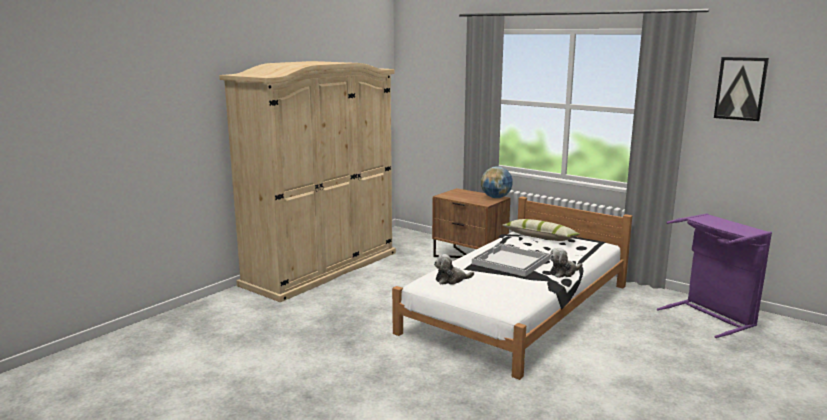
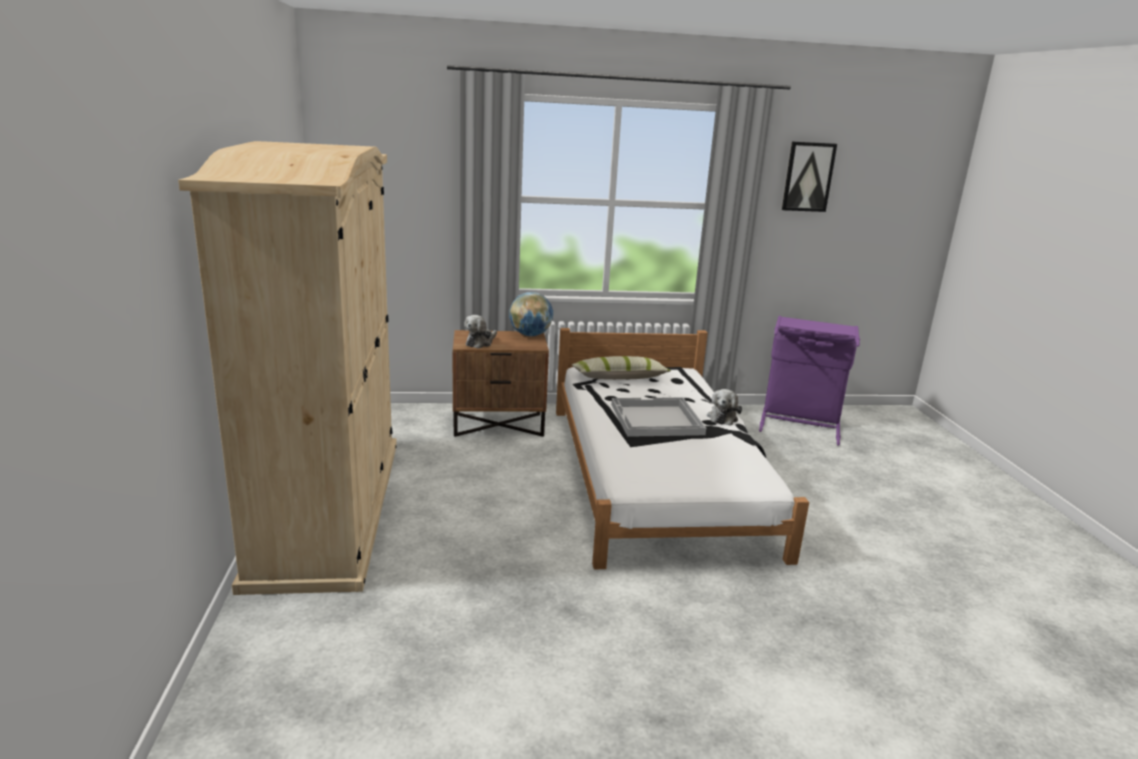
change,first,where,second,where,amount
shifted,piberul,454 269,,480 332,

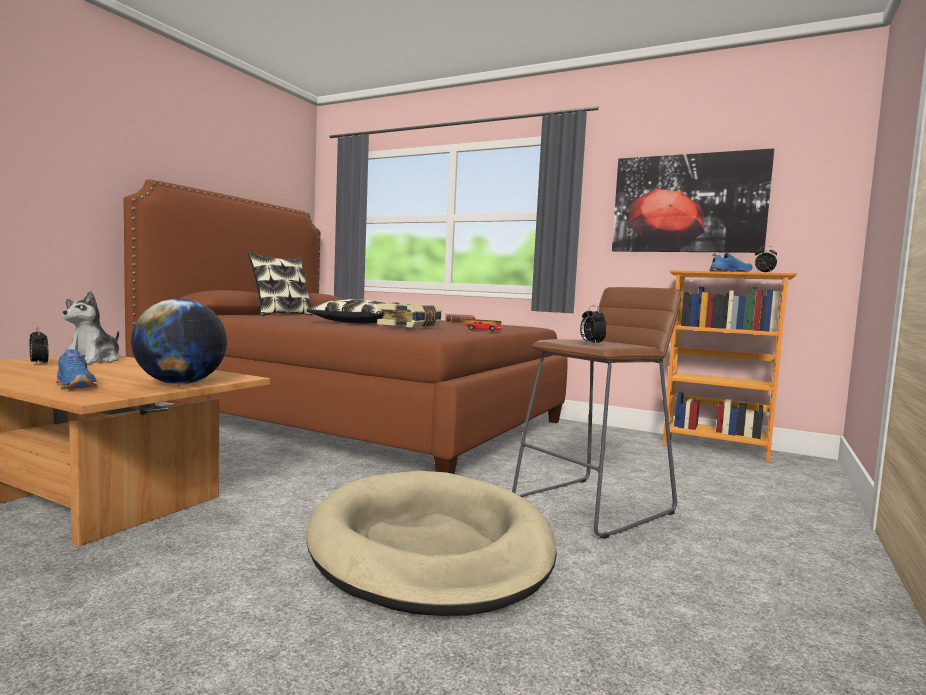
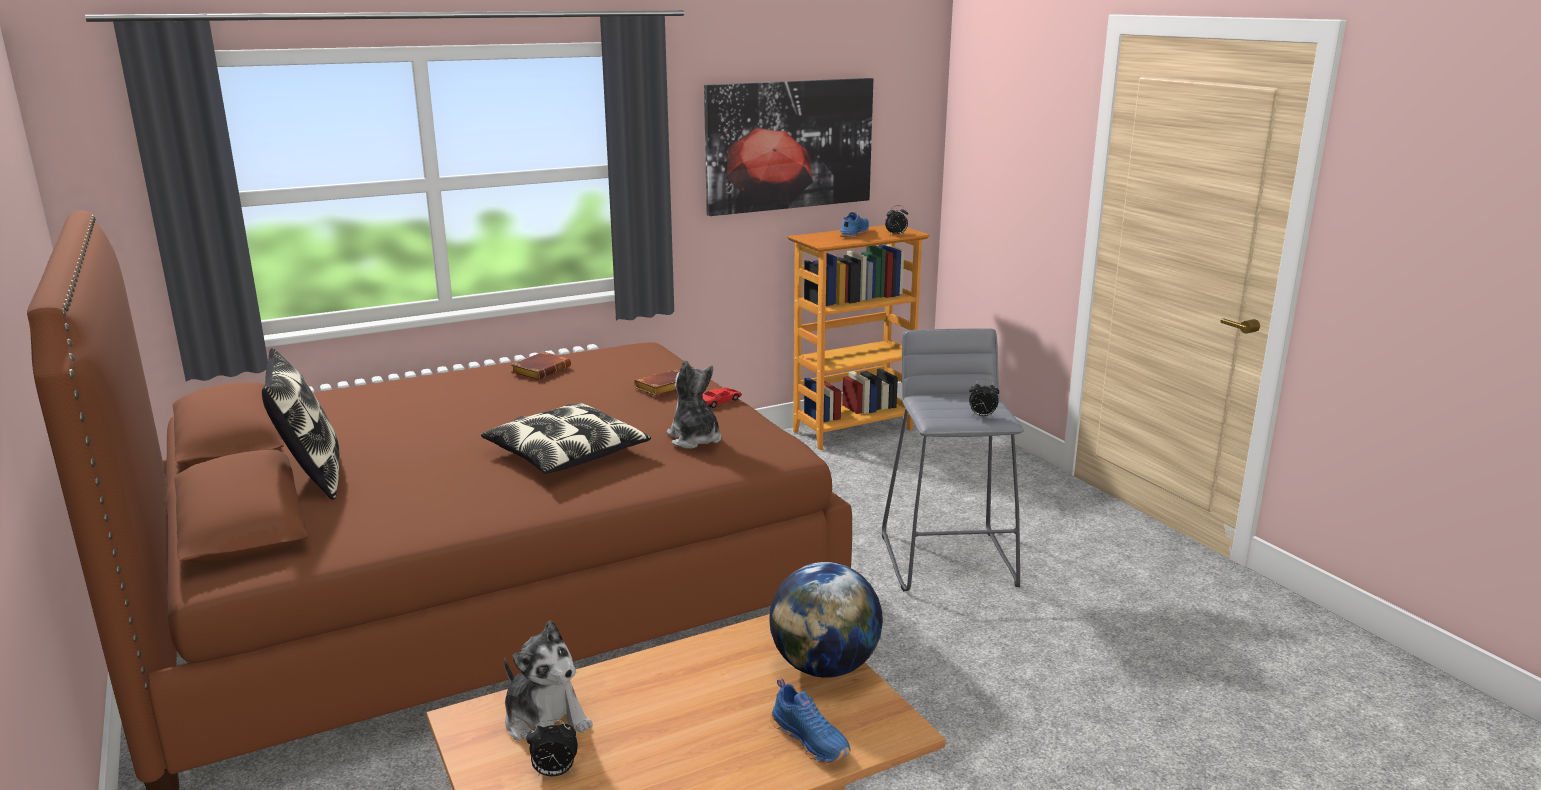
change,first,where,second,where,amount
gone,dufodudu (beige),431 543,,,
swapped,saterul,409 315,piberul,694 404,
repainted,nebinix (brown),597 413,nebinix (grey),953 459,
rotated,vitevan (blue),77 369,,811 720,60 degrees clockwise

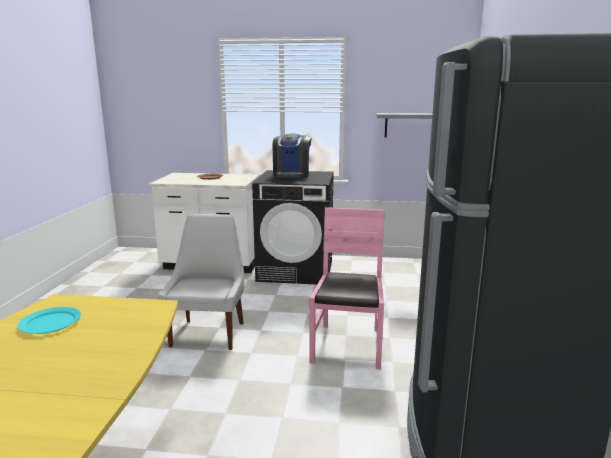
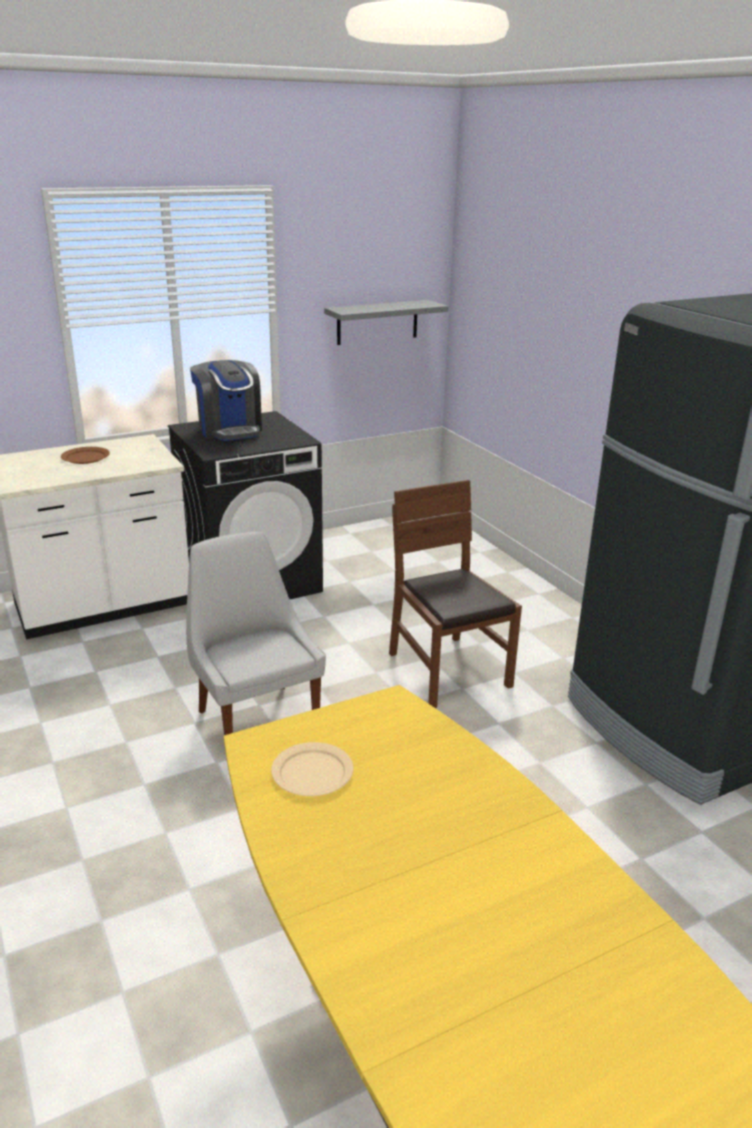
change,first,where,second,where,amount
repainted,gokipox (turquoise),49 320,gokipox (beige),312 769,
repainted,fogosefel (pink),347 288,fogosefel (brown),455 594,

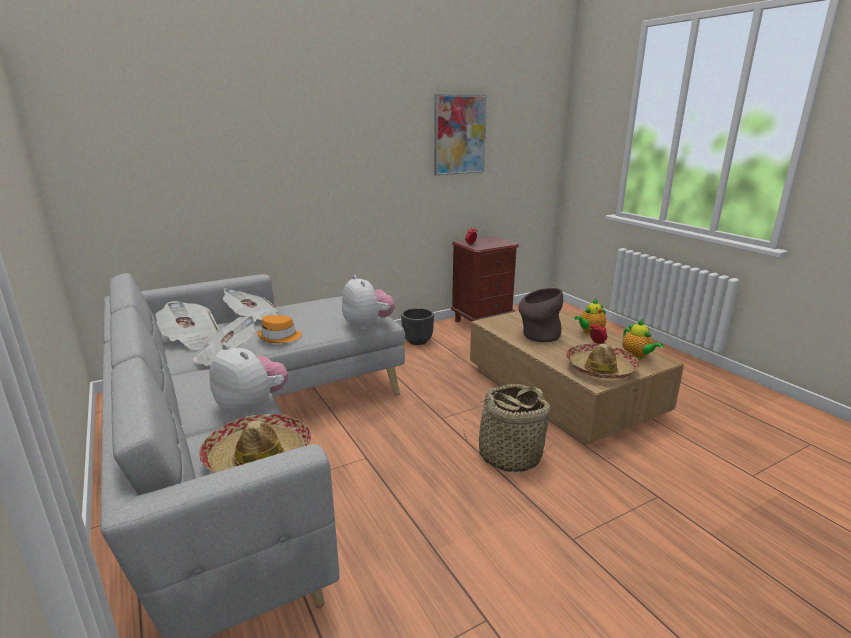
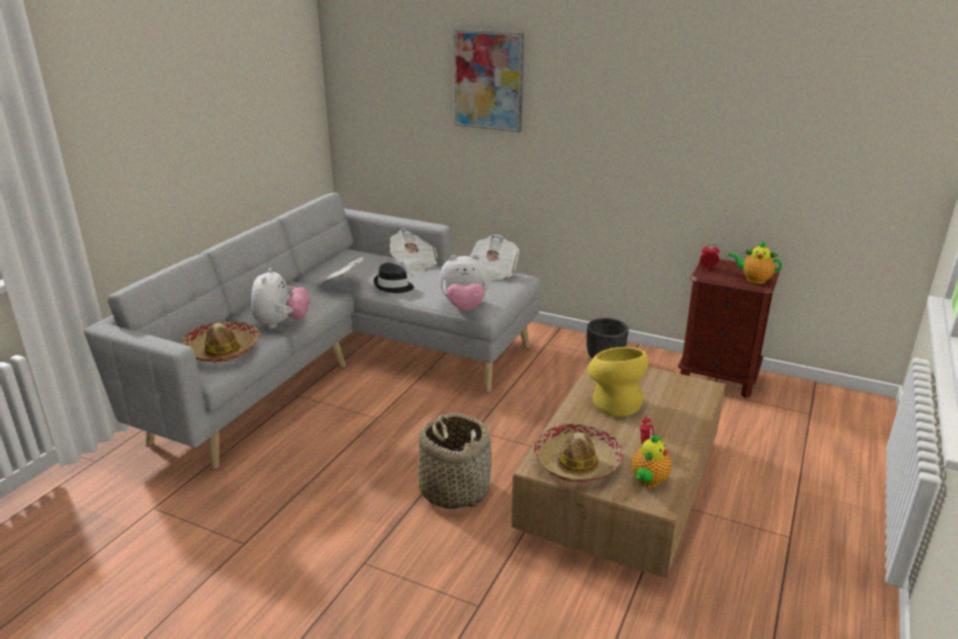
change,first,where,second,where,amount
shifted,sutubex,187 325,,495 258,
shifted,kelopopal,460 135,,489 80,
shifted,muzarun,590 316,,755 262,
repainted,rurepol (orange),279 329,rurepol (black),394 278,
repainted,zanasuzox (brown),540 315,zanasuzox (yellow),618 382,
rotated,piberul,368 302,,464 283,60 degrees clockwise

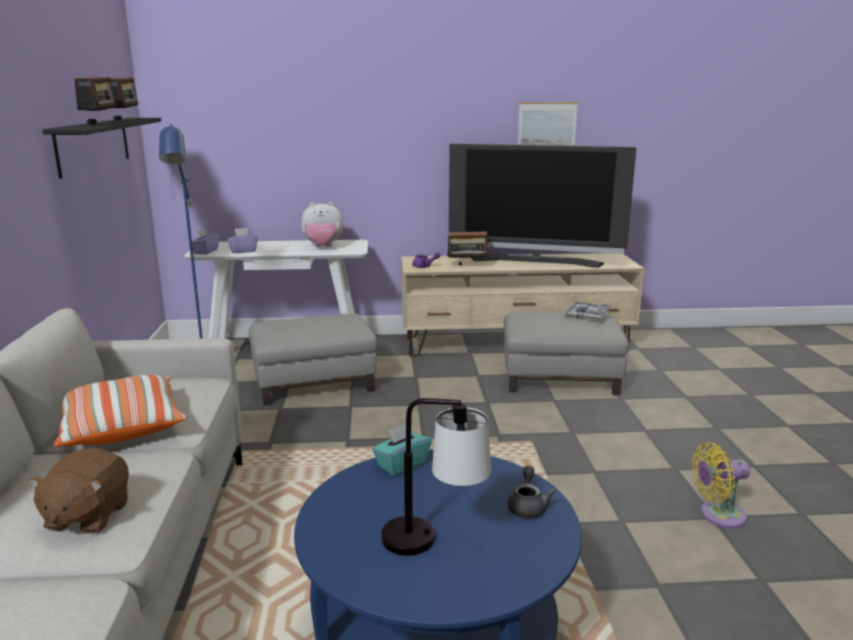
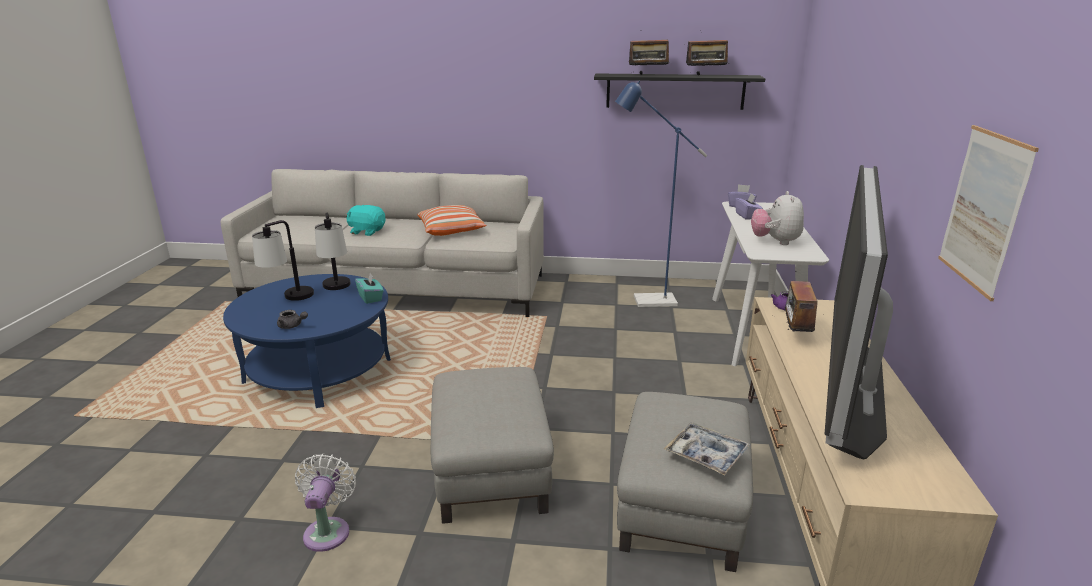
change,first,where,second,where,amount
new,,,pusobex,332 251,
shifted,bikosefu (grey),313 359,,492 445,
repainted,piberul (brown),78 491,piberul (turquoise),366 220,
repainted,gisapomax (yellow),721 485,gisapomax (white),325 502,

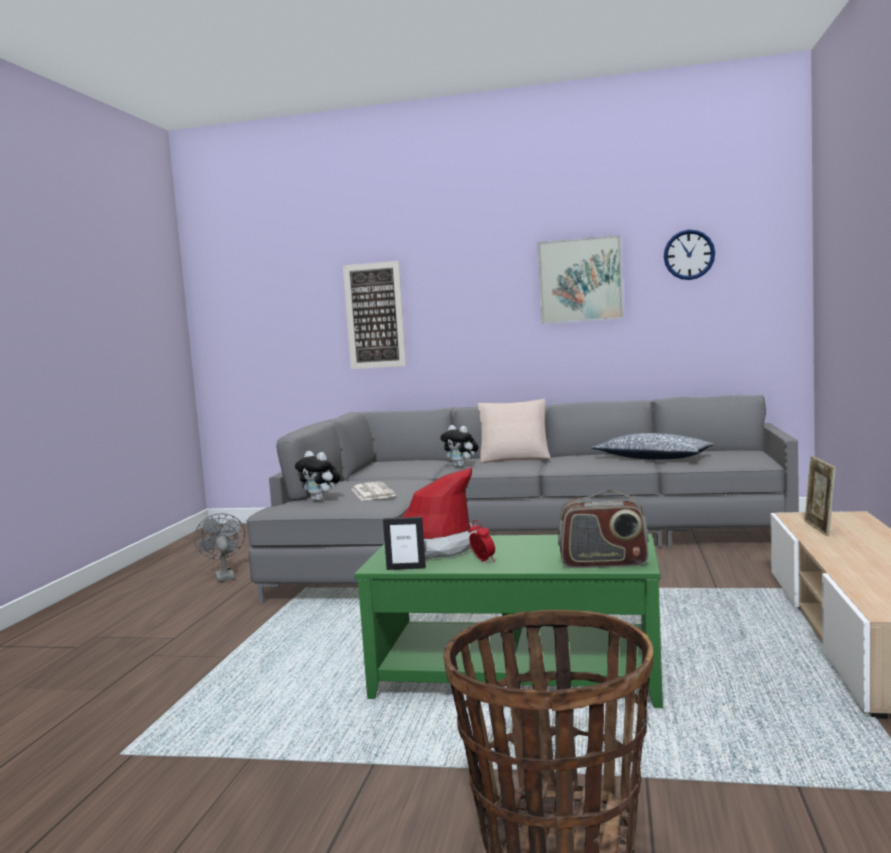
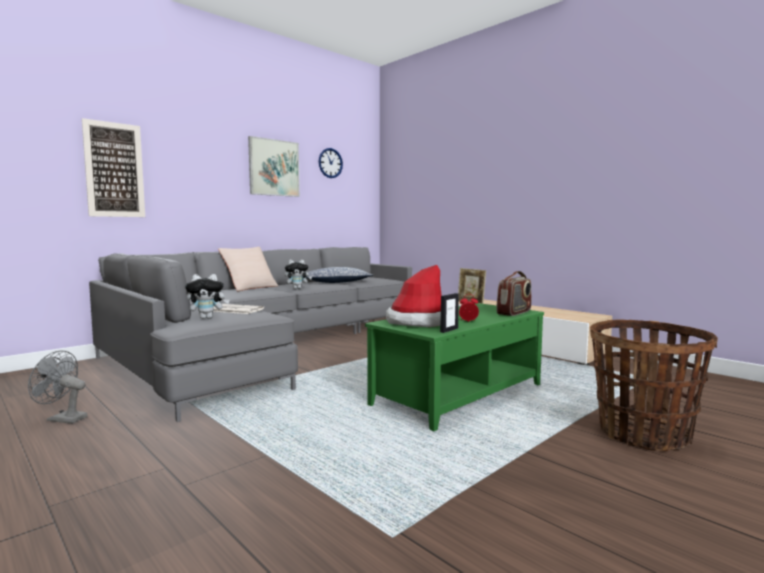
change,first,where,second,where,amount
shifted,piberul,459 446,,298 274,

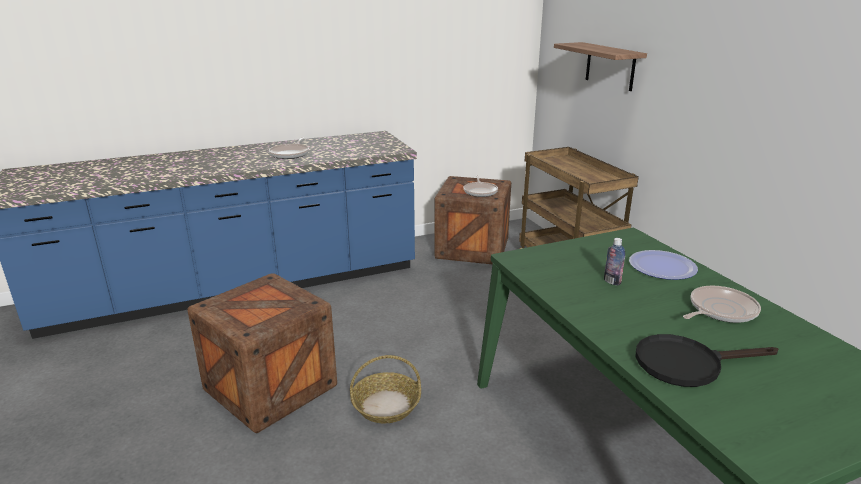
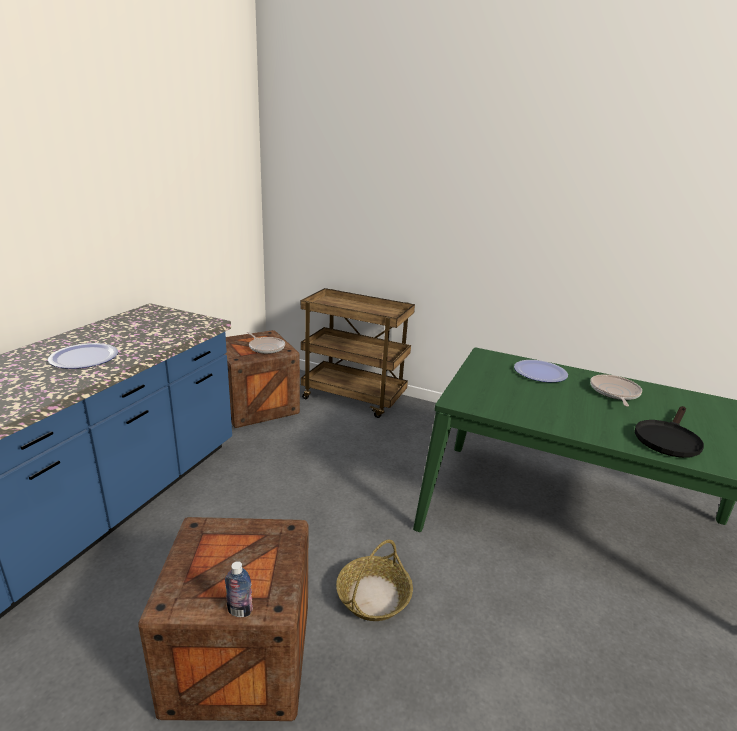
change,first,where,second,where,amount
gone,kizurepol,600 66,,,
shifted,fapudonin,614 262,,239 589,
swapped,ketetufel,289 148,gokipox,83 356,

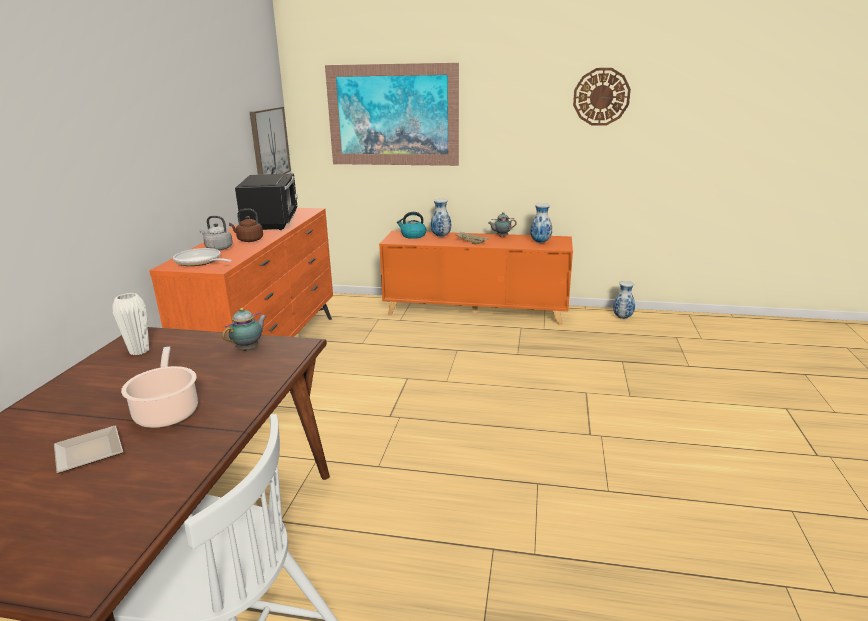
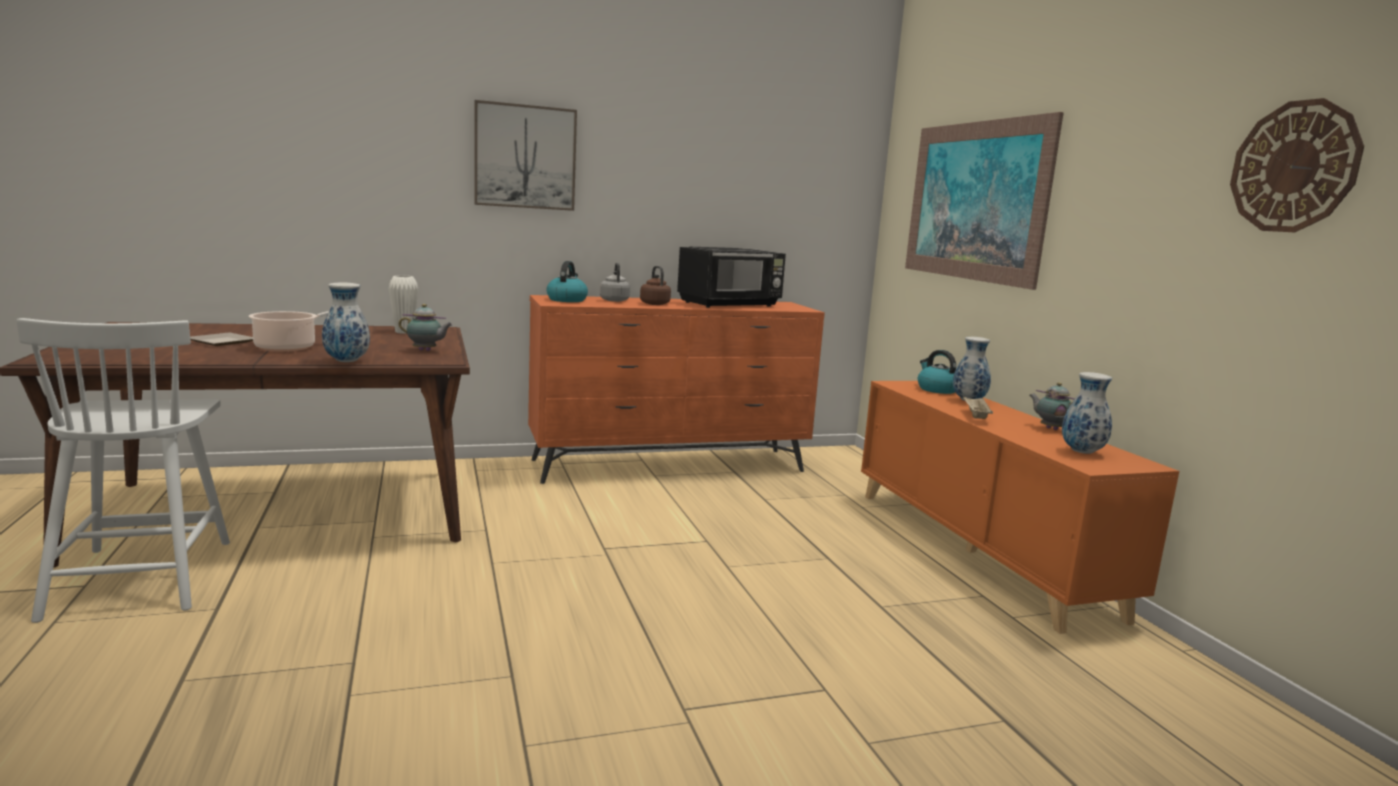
change,first,where,second,where,amount
shifted,kelopopal,270 141,,525 155,
shifted,zanasuzox,624 300,,346 322,
swapped,ketetufel,202 257,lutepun,567 281,

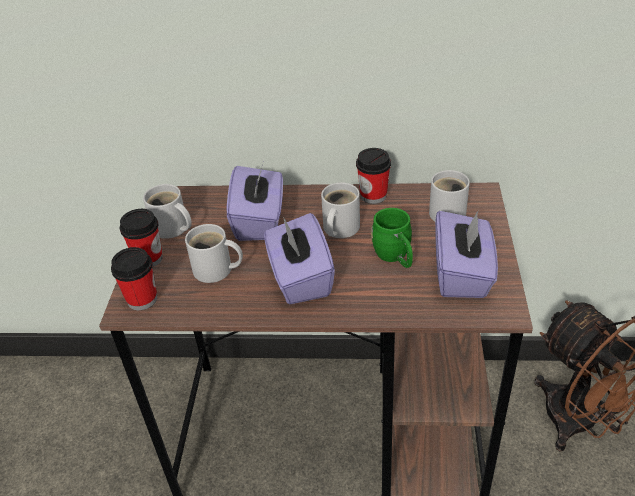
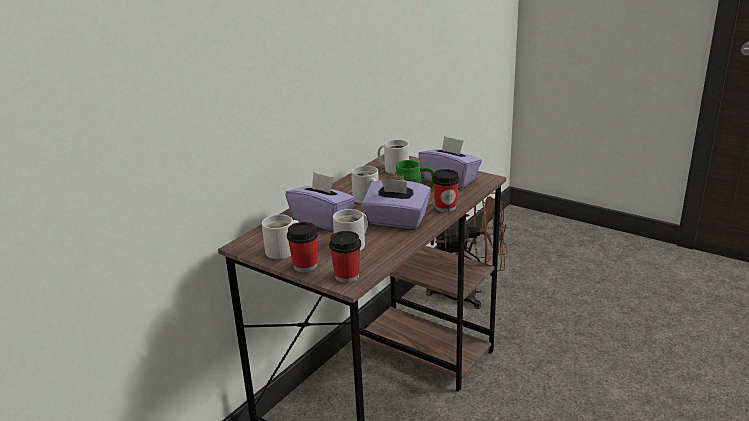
change,first,where,second,where,amount
shifted,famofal,373 176,,445 190,

